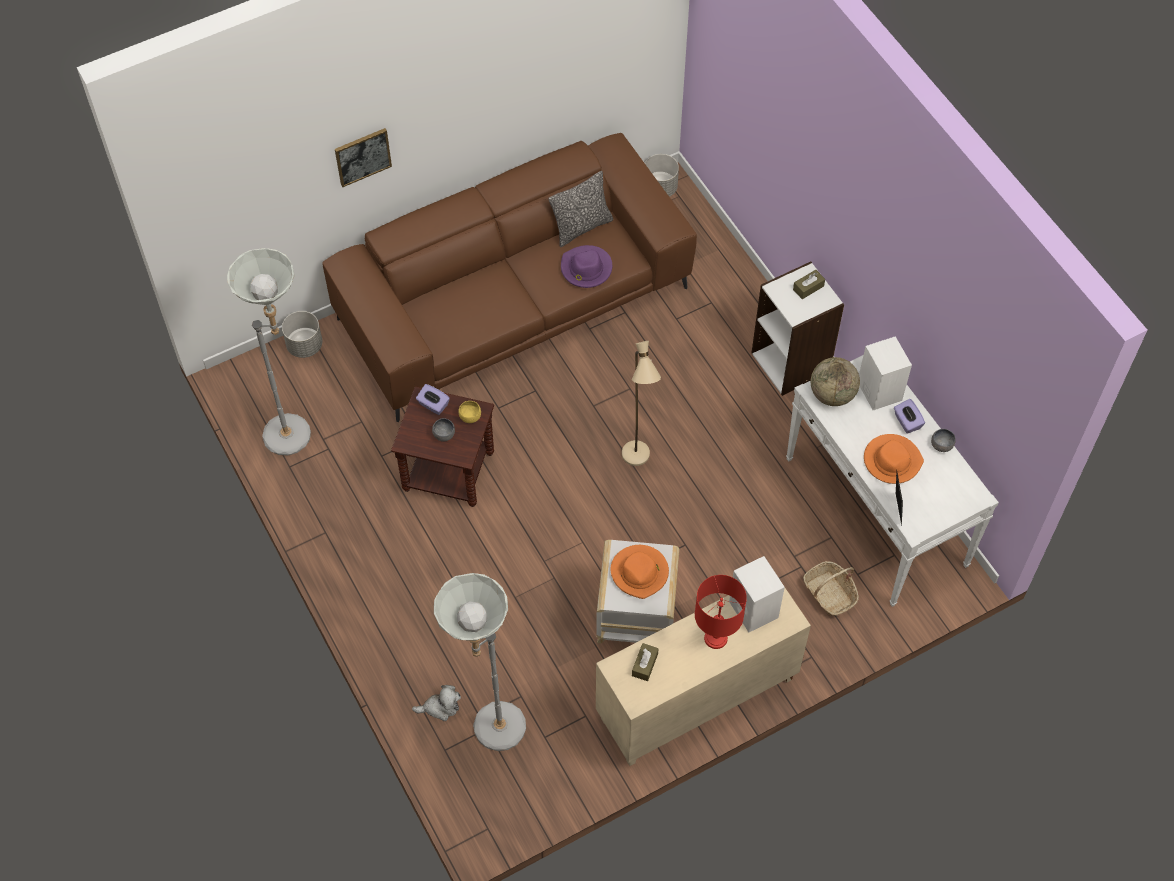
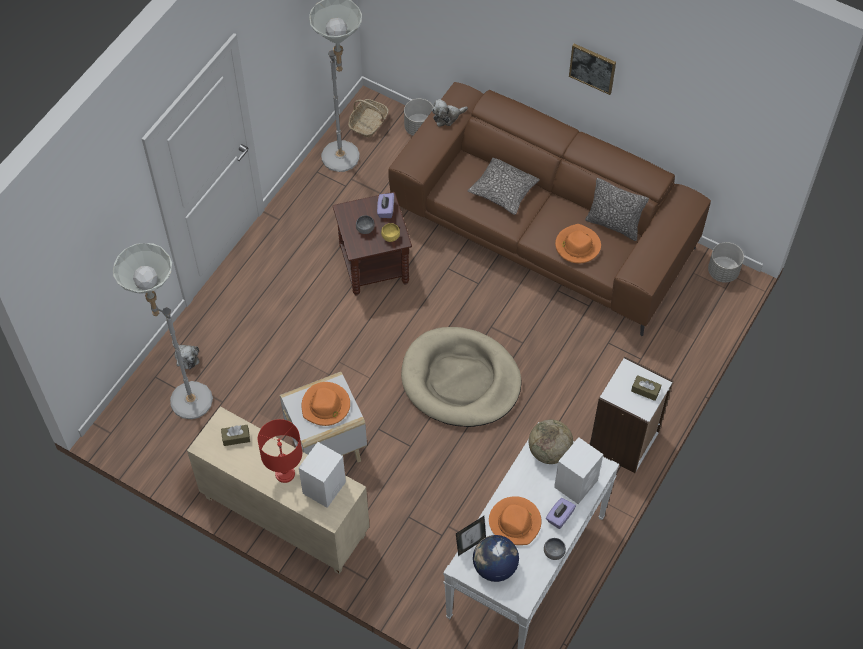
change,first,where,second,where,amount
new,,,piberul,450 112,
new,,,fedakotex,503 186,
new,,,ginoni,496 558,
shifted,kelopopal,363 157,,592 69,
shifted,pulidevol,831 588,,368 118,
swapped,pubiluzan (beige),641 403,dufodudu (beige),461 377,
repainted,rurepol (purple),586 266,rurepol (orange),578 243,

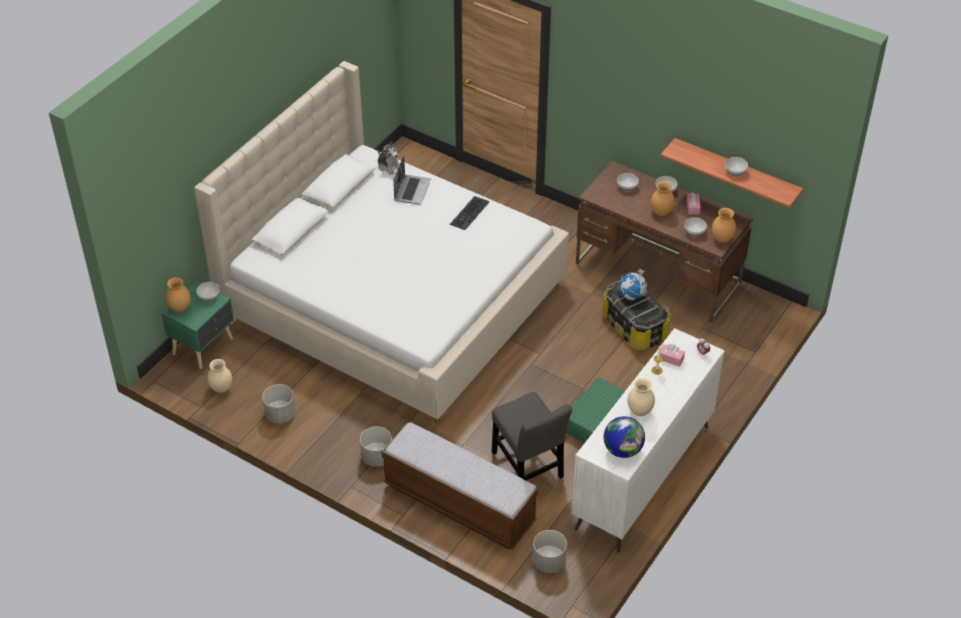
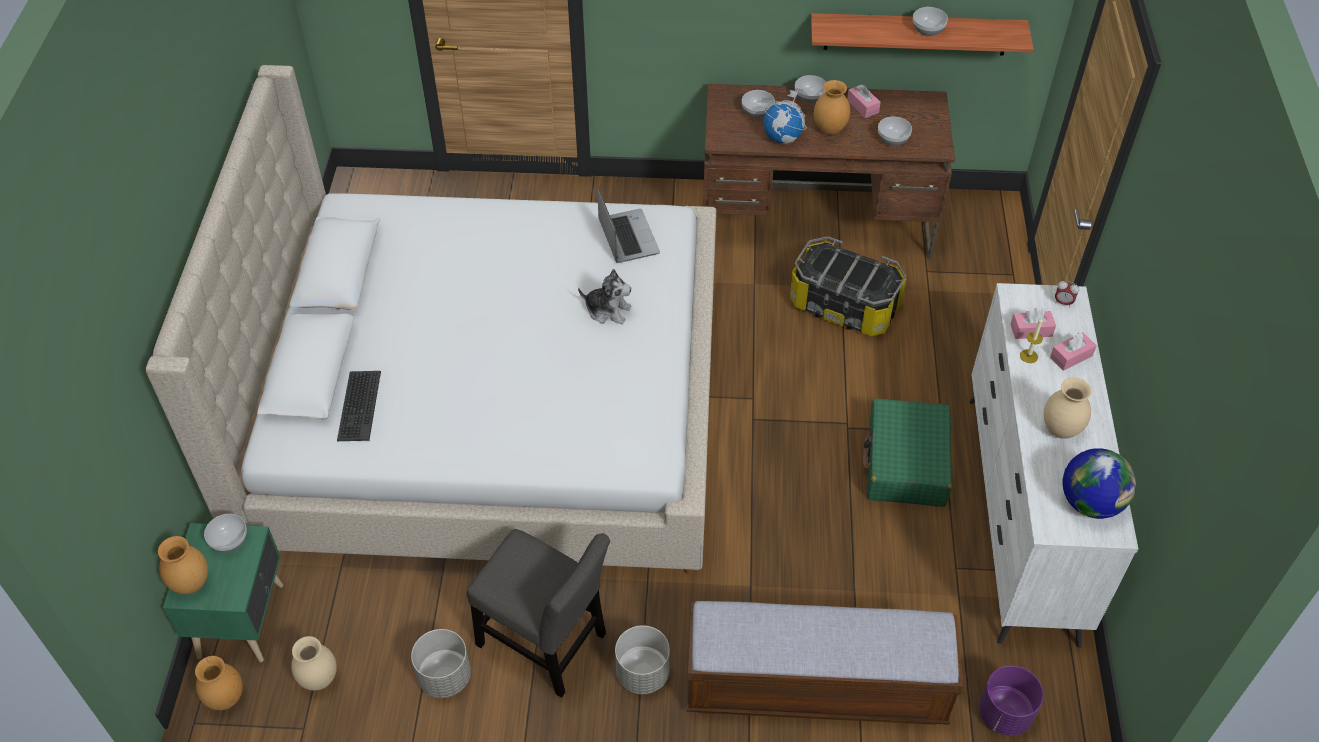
change,first,where,second,where,amount
new,,,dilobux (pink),1073 351,
shifted,piberul,388 158,,605 296,
shifted,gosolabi,412 180,,628 225,
shifted,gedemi,469 213,,359 406,
shifted,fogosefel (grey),532 436,,538 613,
shifted,ginoni,633 284,,785 117,
shifted,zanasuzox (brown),724 225,,219 683,
repainted,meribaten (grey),550 551,meribaten (purple),1011 700,

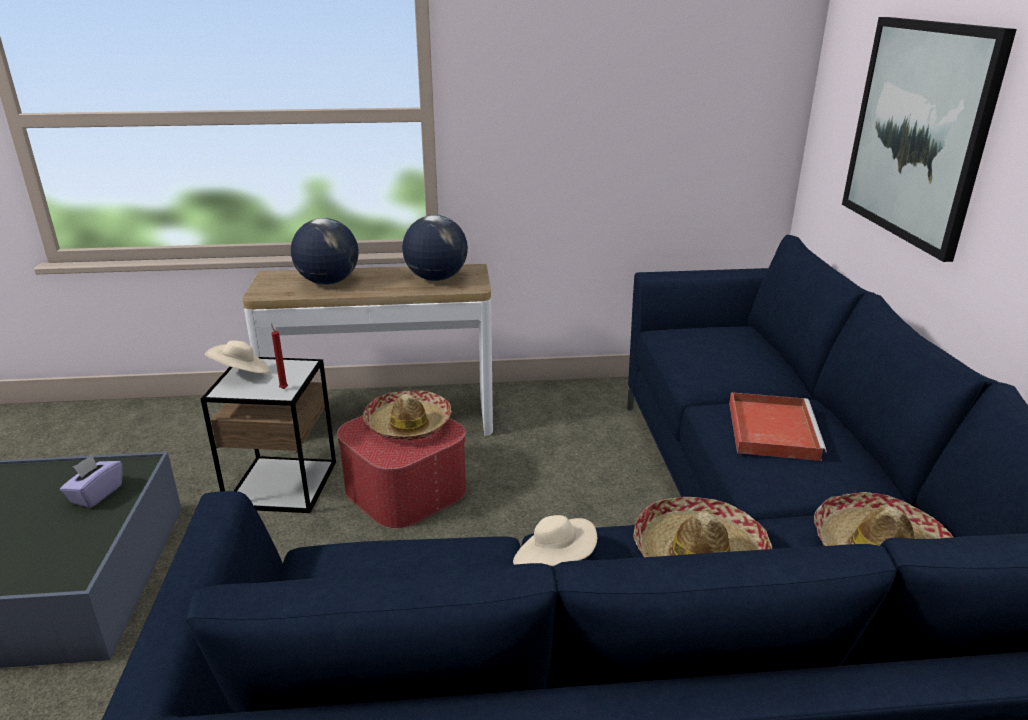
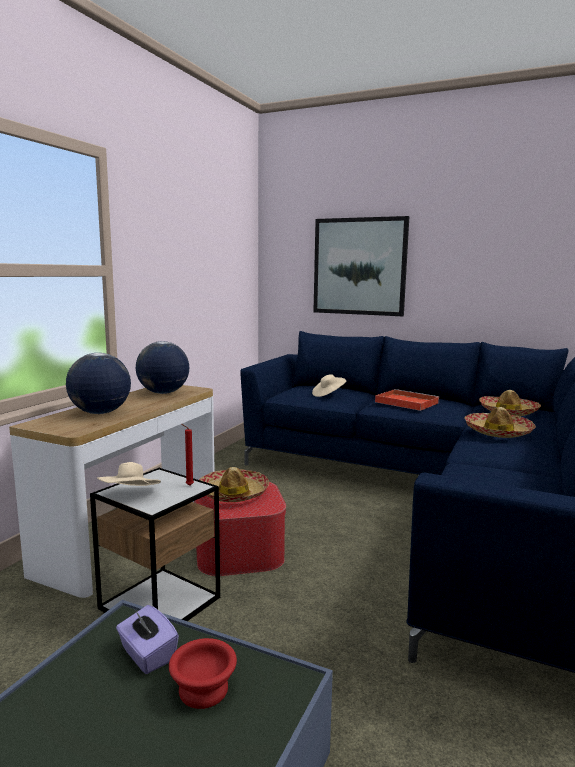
change,first,where,second,where,amount
new,,,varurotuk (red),203 673,
shifted,rurepol (beige),555 540,,329 385,

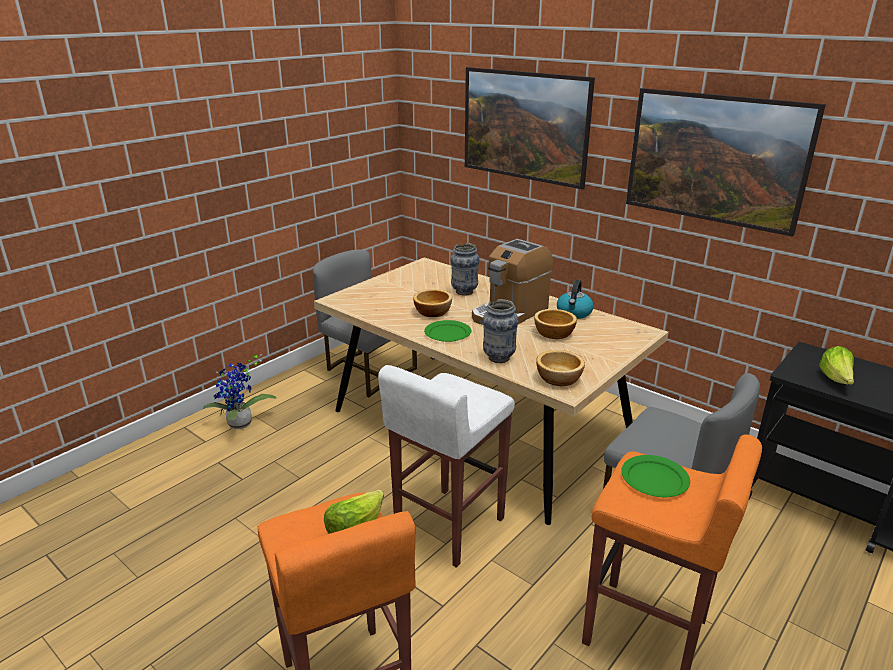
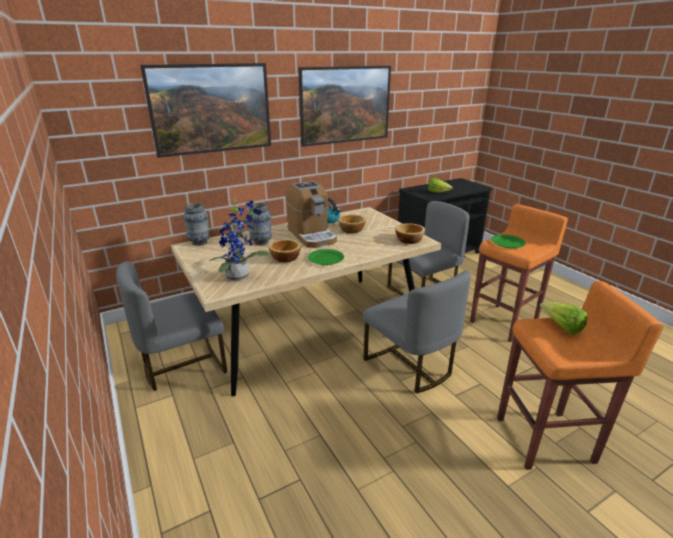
change,first,where,second,where,amount
shifted,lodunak,240 391,,239 240,
shifted,zanasuzox,501 331,,196 224,
swapped,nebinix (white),446 466,fogosefel (grey),417 331,

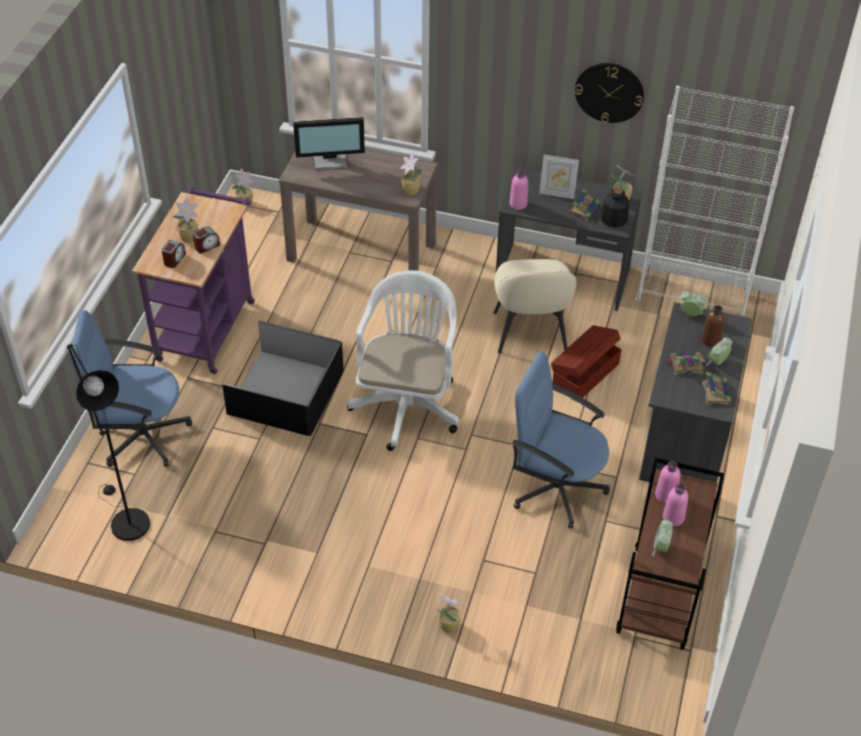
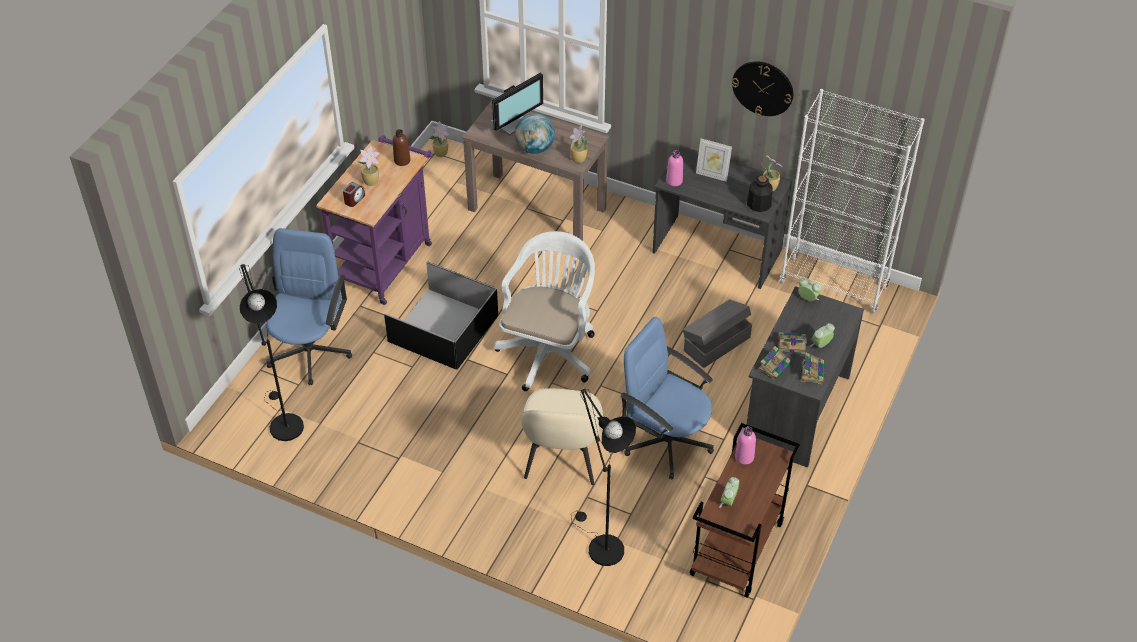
change,first,where,second,where,amount
gone,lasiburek,206 240,,,
gone,lodunak,449 614,,,
gone,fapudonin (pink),675 504,,,
new,,,ginoni,535 133,
new,,,pubiluzan (black),603 477,
shifted,fogosefel (beige),535 306,,562 436,
shifted,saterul,584 205,,774 363,
shifted,fapudonin (brown),713 326,,402 147,
repainted,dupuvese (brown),586 363,dupuvese (grey),717 333,
rotated,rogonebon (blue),131 388,,307 306,90 degrees clockwise
rotated,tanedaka,329 143,,517 104,45 degrees counterclockwise

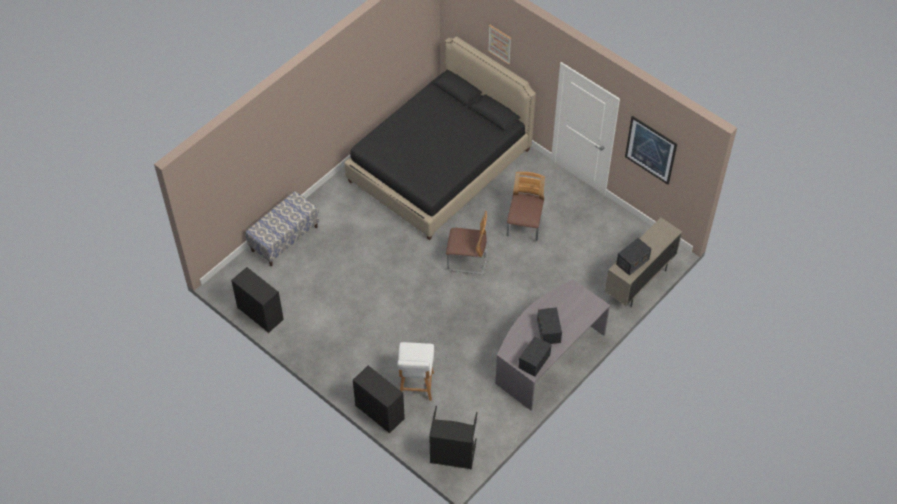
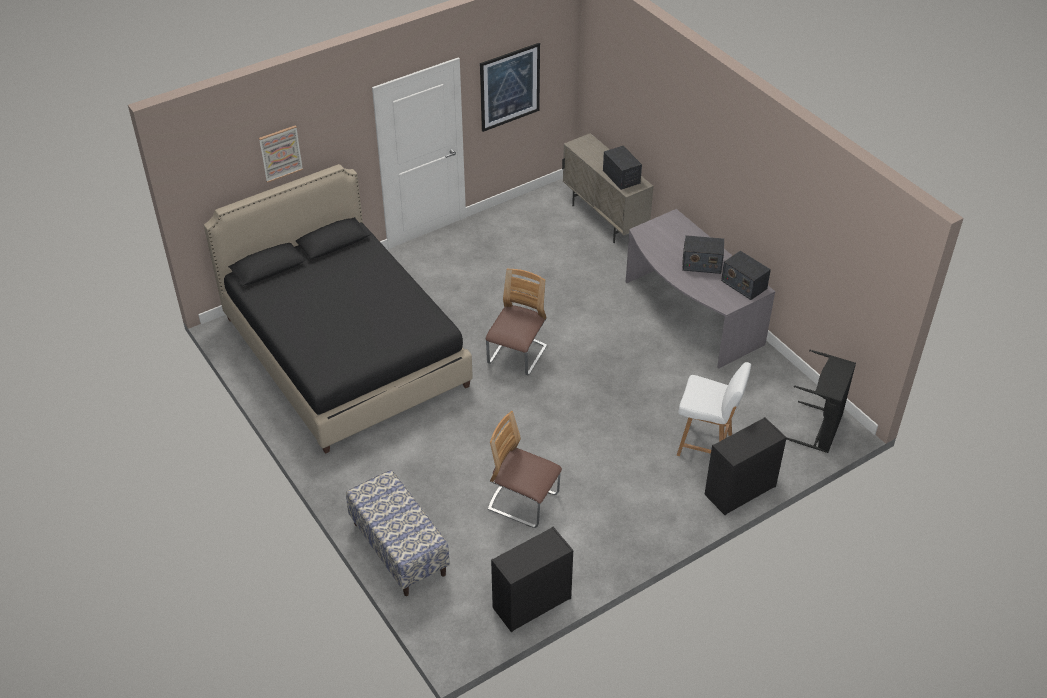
change,first,where,second,where,amount
shifted,fogosefel,525 206,,525 469,

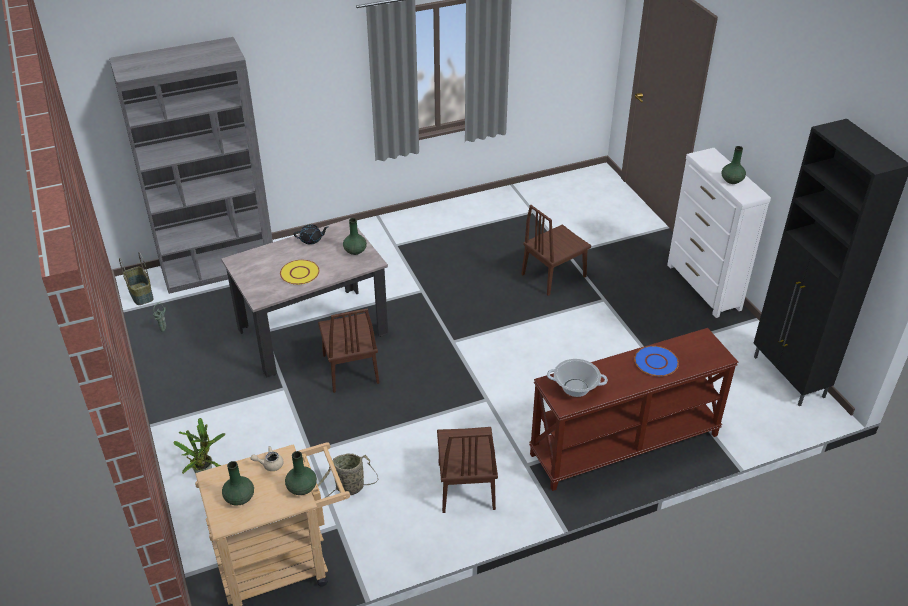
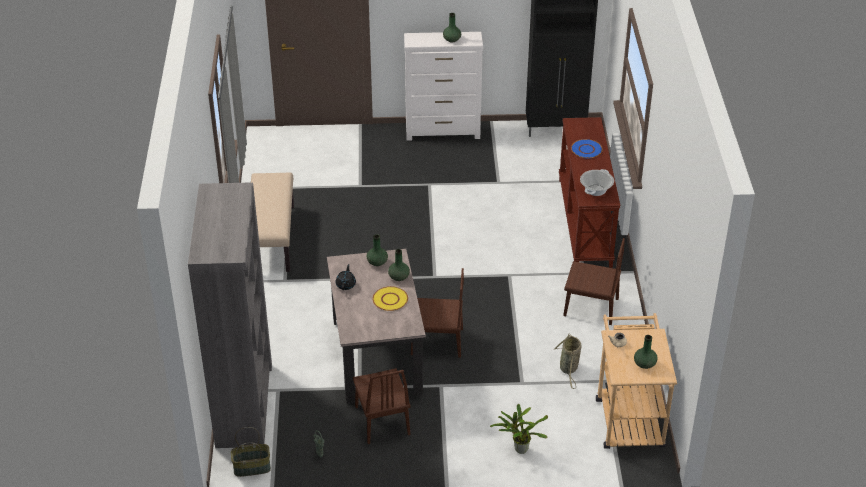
change,first,where,second,where,amount
new,,,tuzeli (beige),272 222,
shifted,zanasuzox (green),301 473,,399 265,
shifted,fogosefel (brown),556 250,,382 406,

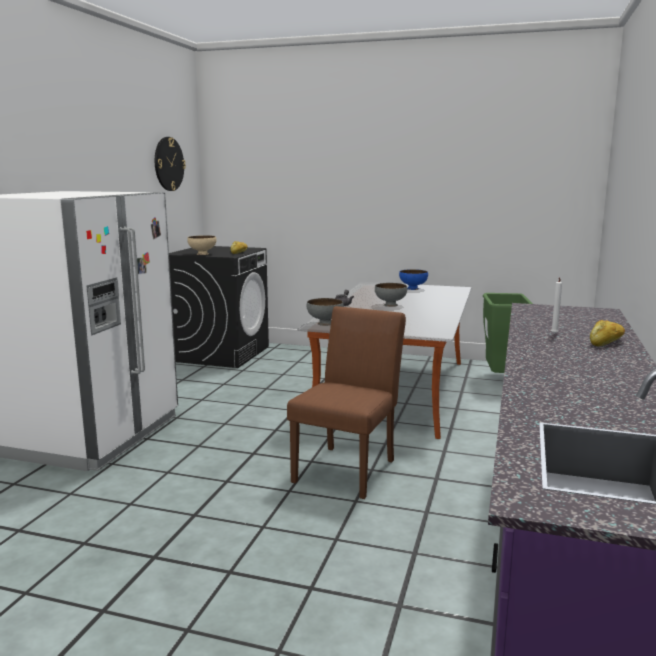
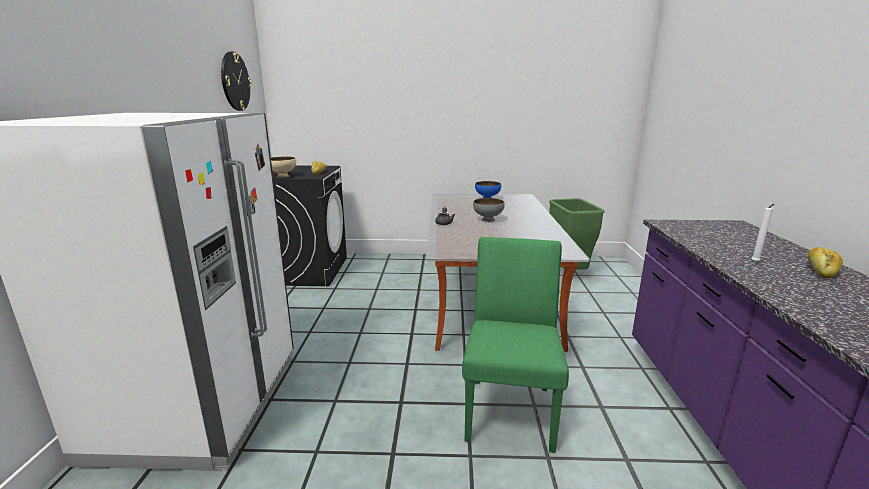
change,first,where,second,where,amount
gone,varurotuk (grey),325 312,,,
repainted,fogosefel (brown),346 402,fogosefel (green),515 345,

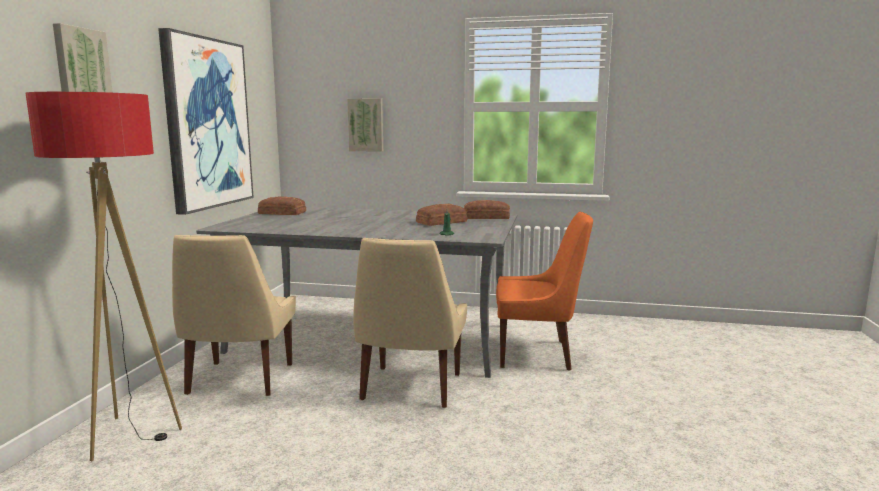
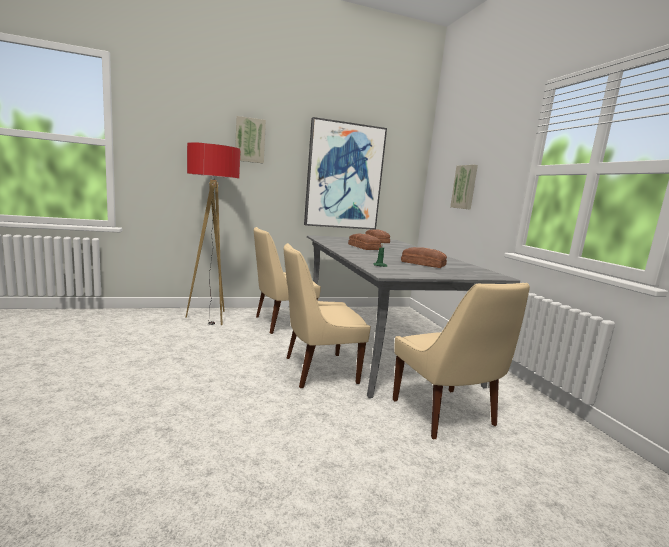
change,first,where,second,where,amount
shifted,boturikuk,487 209,,364 241,
repainted,fogosefel (orange),544 291,fogosefel (beige),461 361,

